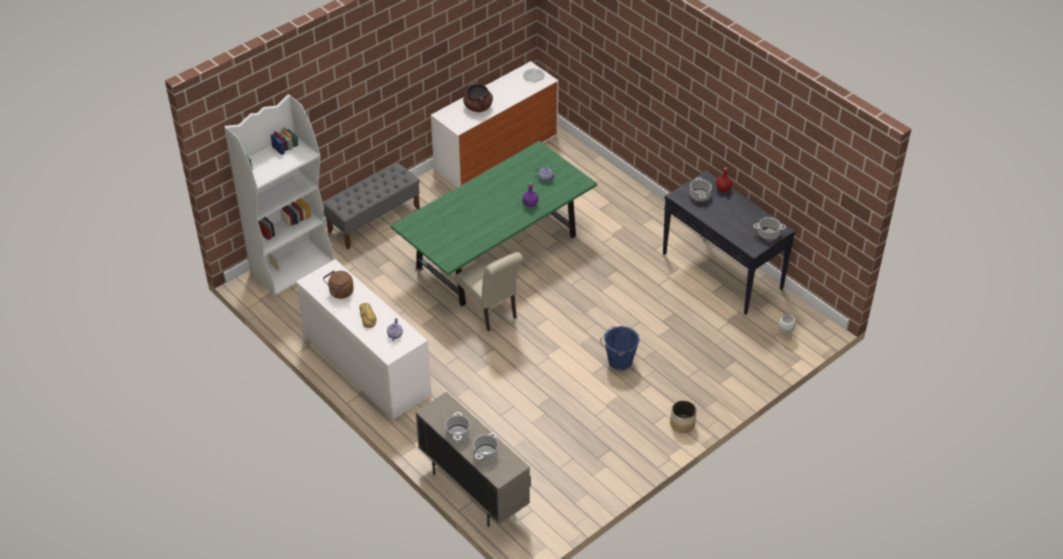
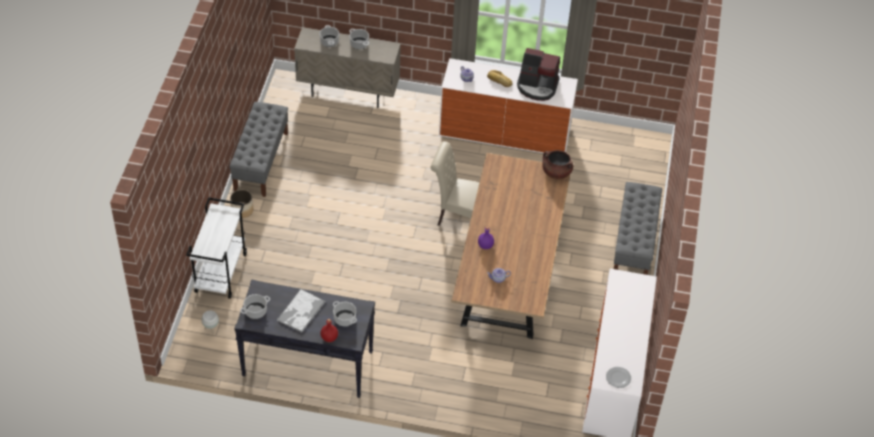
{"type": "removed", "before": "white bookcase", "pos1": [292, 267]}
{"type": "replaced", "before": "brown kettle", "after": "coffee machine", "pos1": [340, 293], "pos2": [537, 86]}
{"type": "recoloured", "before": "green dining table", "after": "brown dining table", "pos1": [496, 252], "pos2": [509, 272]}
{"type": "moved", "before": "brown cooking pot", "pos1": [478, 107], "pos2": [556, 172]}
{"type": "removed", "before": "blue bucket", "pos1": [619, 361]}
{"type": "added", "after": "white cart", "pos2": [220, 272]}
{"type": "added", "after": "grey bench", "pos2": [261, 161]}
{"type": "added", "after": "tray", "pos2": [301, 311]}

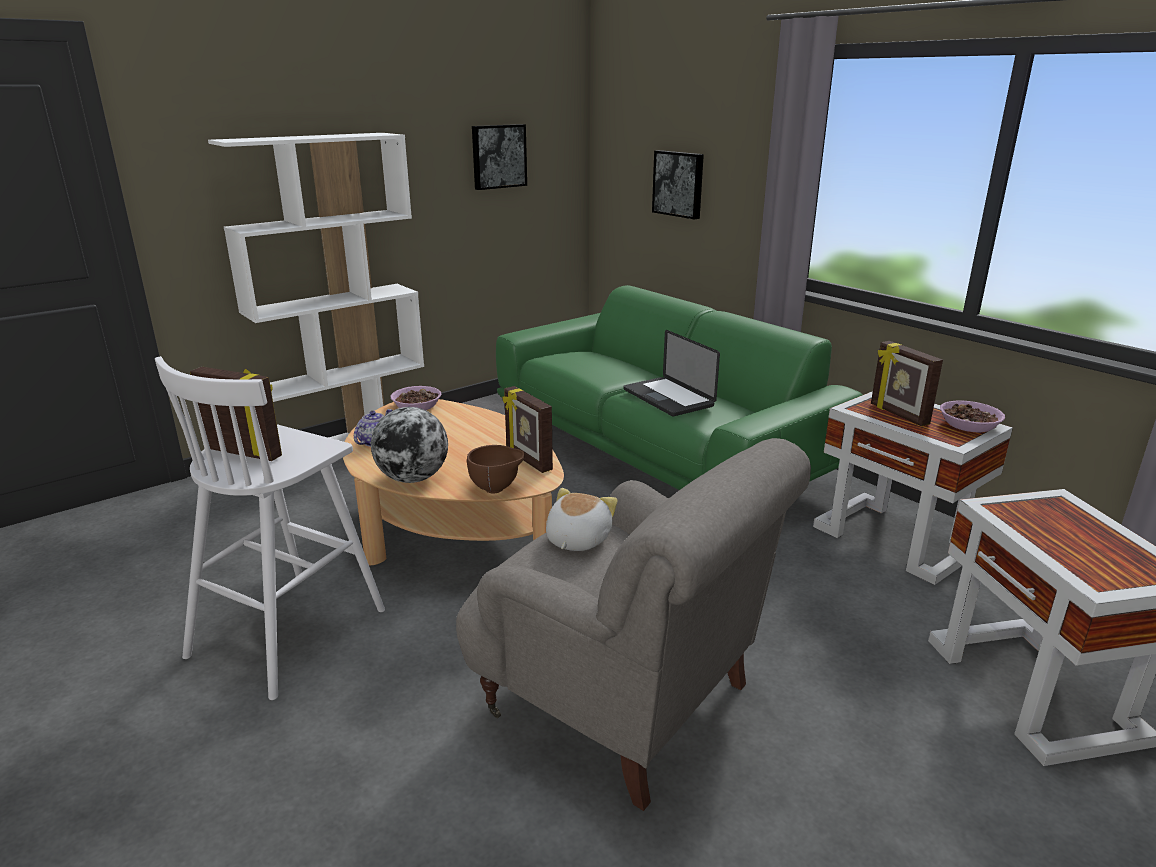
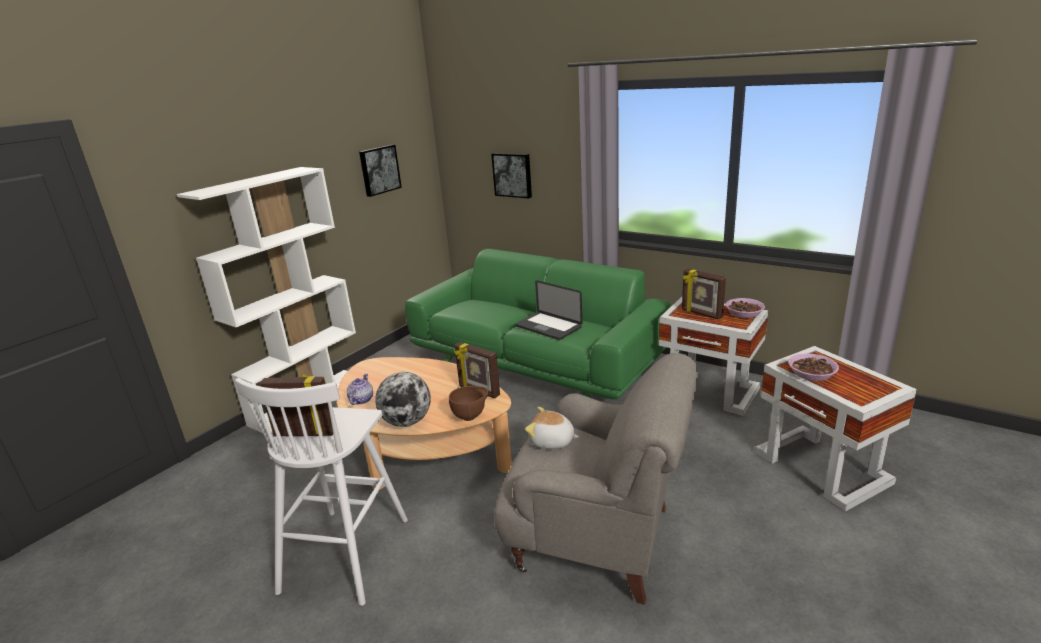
{"type": "moved", "before": "bowl", "pos1": [417, 406], "pos2": [811, 373]}
{"type": "turned", "before": "plush toy", "pos1": [576, 540], "pos2": [552, 441], "turn": -75}

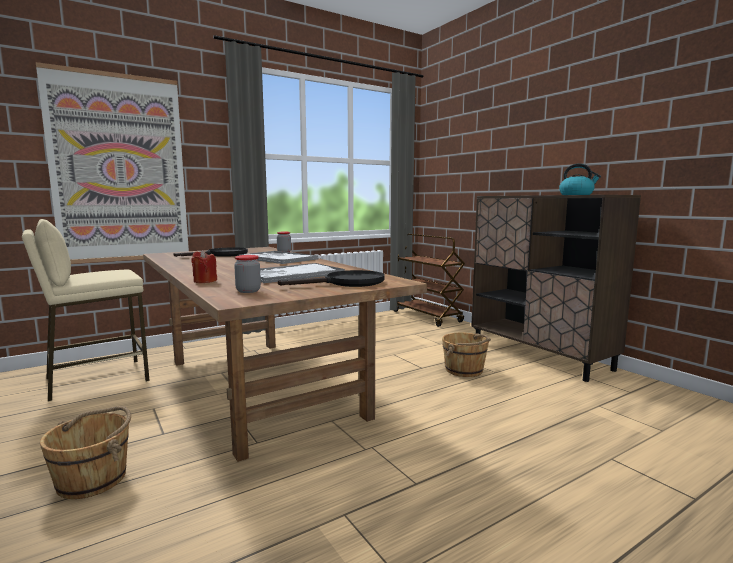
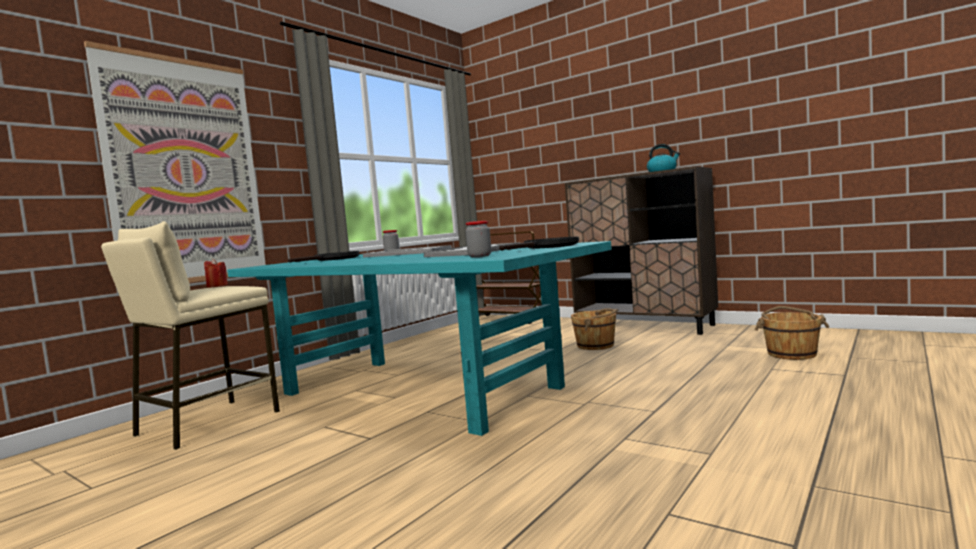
{"type": "moved", "before": "brown bucket", "pos1": [93, 479], "pos2": [791, 353]}
{"type": "recoloured", "before": "brown dining table", "after": "turquoise dining table", "pos1": [260, 387], "pos2": [419, 391]}
{"type": "moved", "before": "red candle", "pos1": [205, 281], "pos2": [217, 286]}

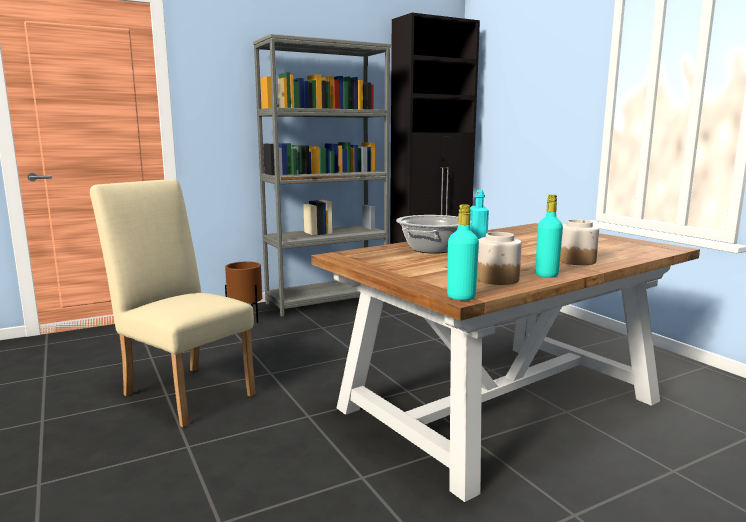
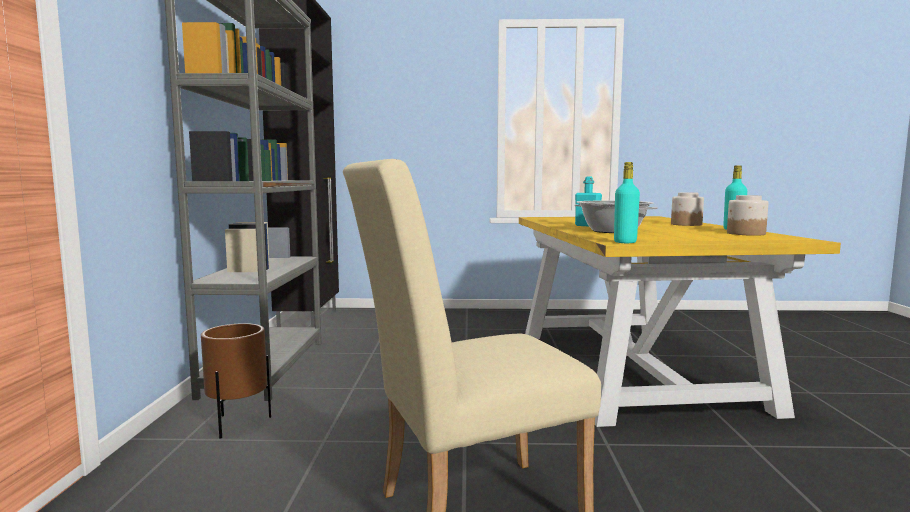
{"type": "recoloured", "before": "brown dining table", "after": "yellow dining table", "pos1": [501, 404], "pos2": [630, 367]}
{"type": "moved", "before": "turquoise bottle", "pos1": [461, 297], "pos2": [625, 242]}

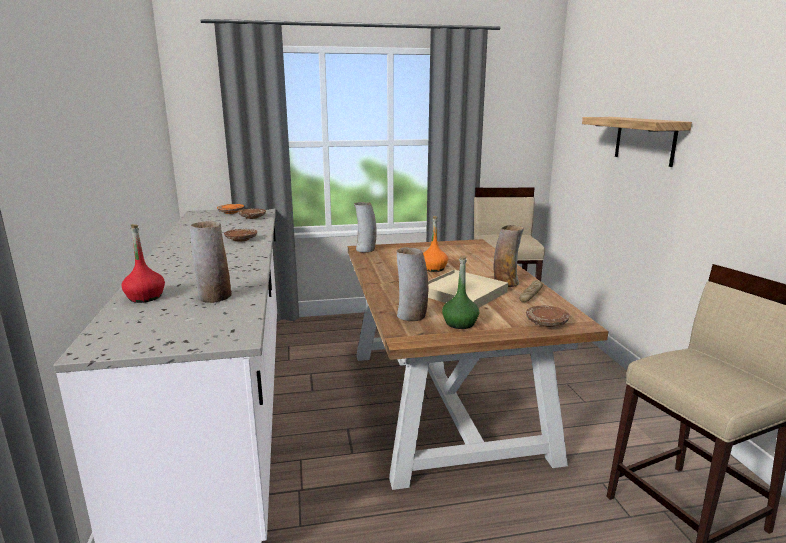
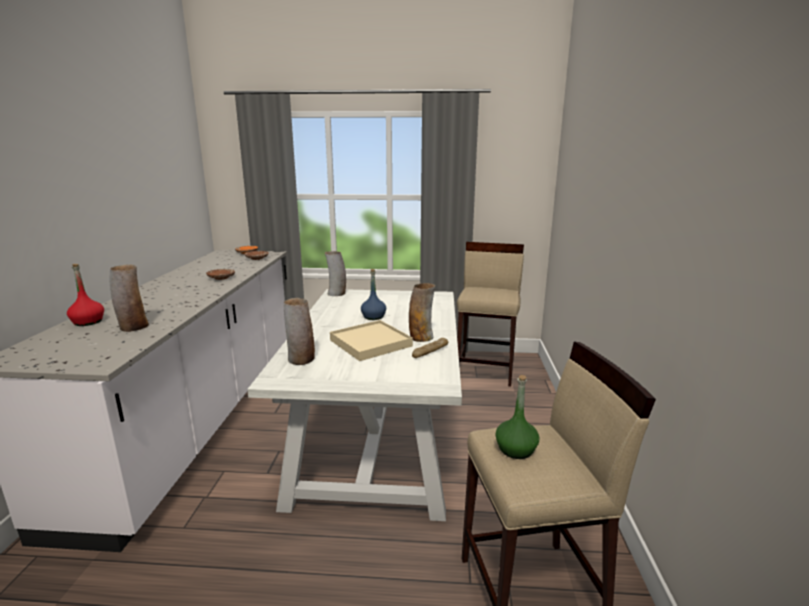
{"type": "recoloured", "before": "brown dining table", "after": "white dining table", "pos1": [442, 400], "pos2": [376, 438]}
{"type": "recoloured", "before": "orange bottle", "after": "blue bottle", "pos1": [433, 268], "pos2": [373, 317]}
{"type": "moved", "before": "green bottle", "pos1": [460, 323], "pos2": [516, 449]}
{"type": "removed", "before": "brown plate", "pos1": [546, 323]}
{"type": "removed", "before": "shelf", "pos1": [645, 140]}

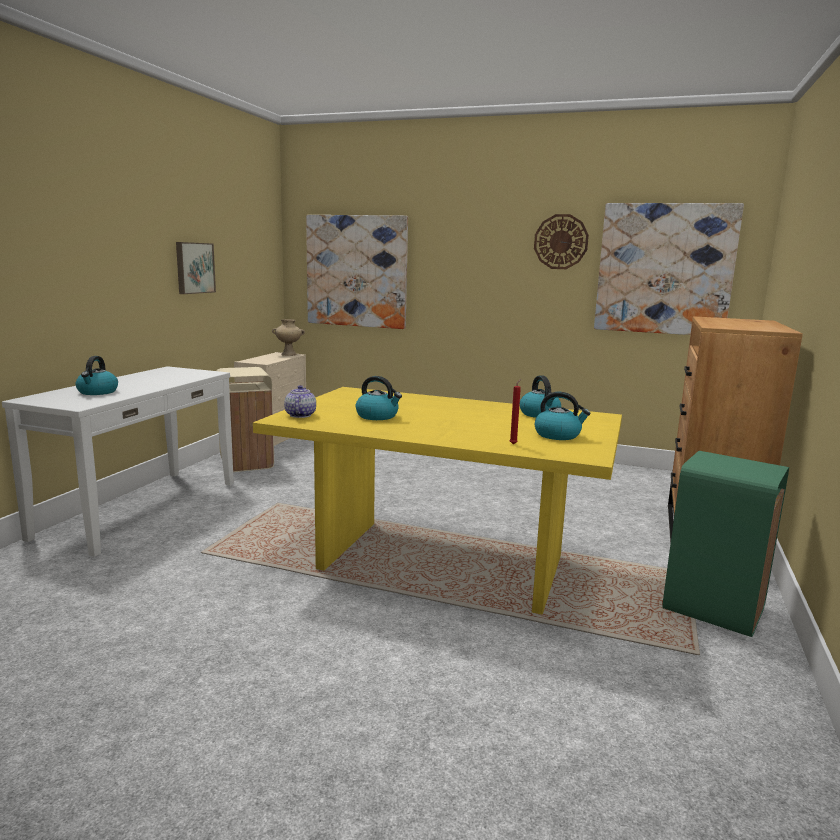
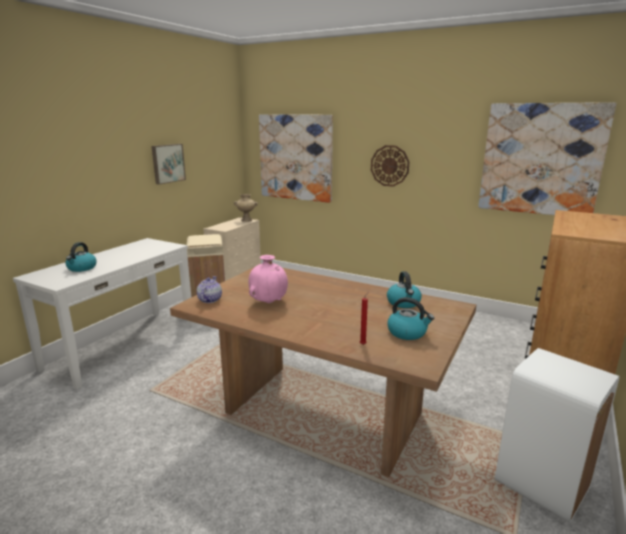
{"type": "recoloured", "before": "yellow dining table", "after": "brown dining table", "pos1": [440, 563], "pos2": [322, 413]}
{"type": "replaced", "before": "kettle", "after": "pink vase", "pos1": [378, 416], "pos2": [269, 302]}
{"type": "moved", "before": "wall clock", "pos1": [561, 242], "pos2": [389, 166]}
{"type": "recoloured", "before": "green trash can", "after": "white trash can", "pos1": [713, 608], "pos2": [541, 483]}

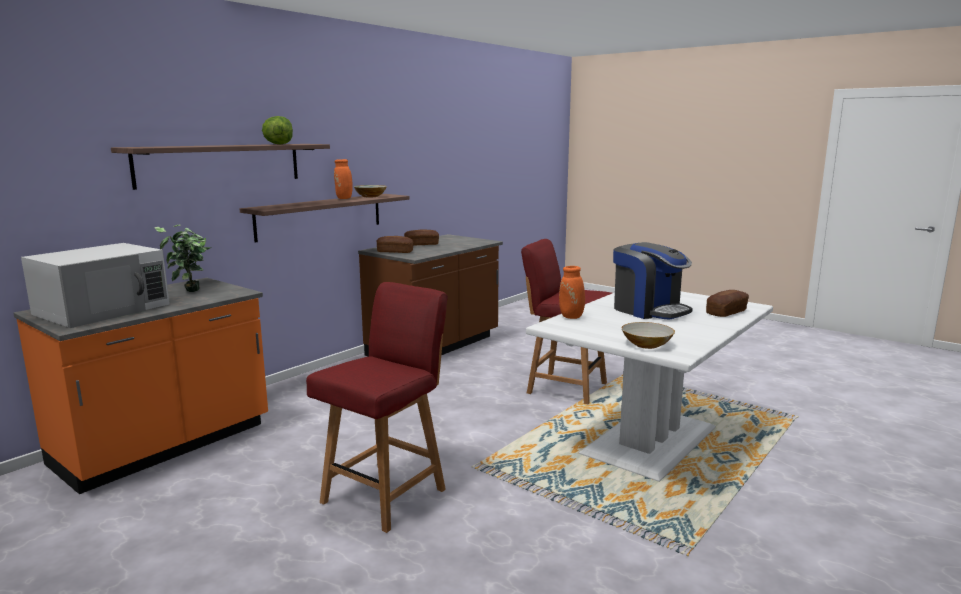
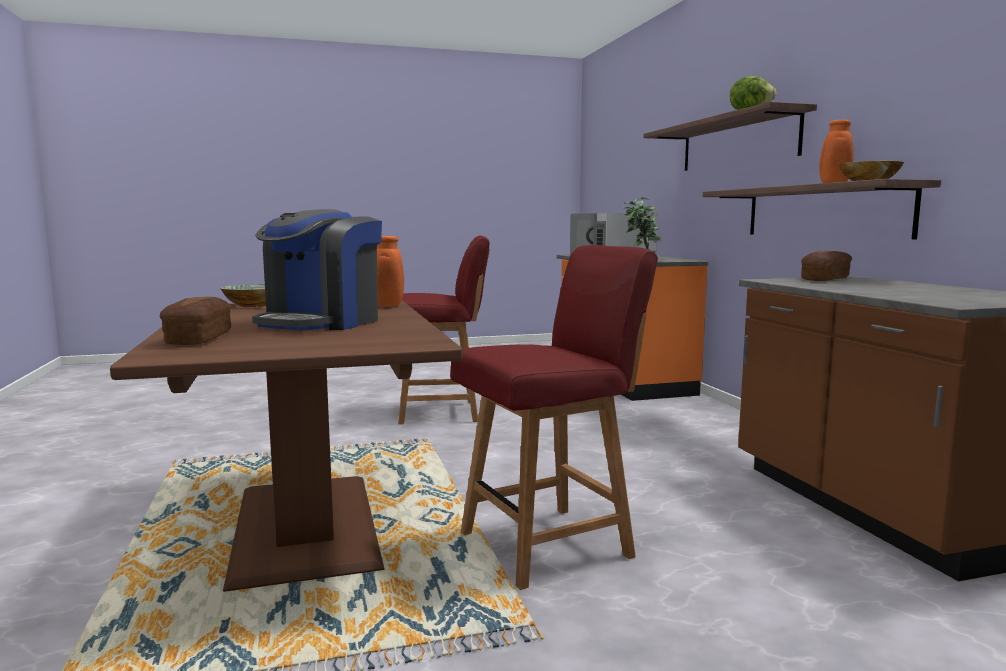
{"type": "turned", "before": "red chair", "pos1": [386, 494], "pos2": [441, 412], "turn": -75}
{"type": "removed", "before": "bread", "pos1": [421, 244]}
{"type": "recoloured", "before": "white dining table", "after": "brown dining table", "pos1": [648, 440], "pos2": [308, 526]}
{"type": "turned", "before": "coffee machine", "pos1": [649, 310], "pos2": [322, 323], "turn": -60}

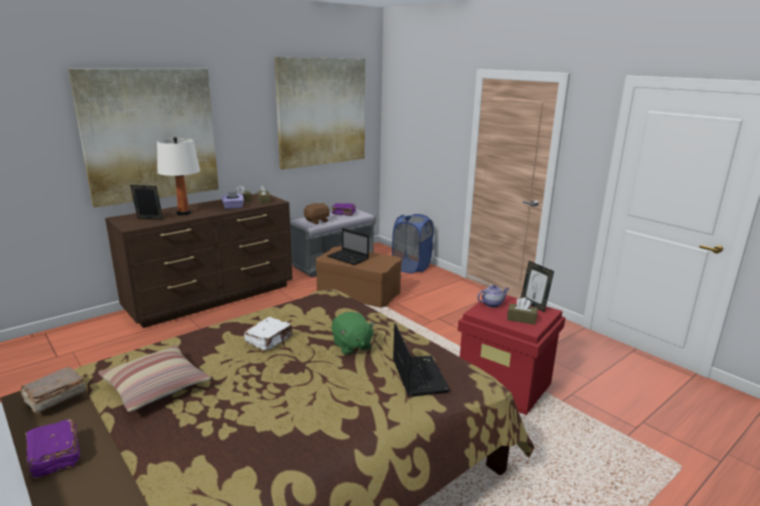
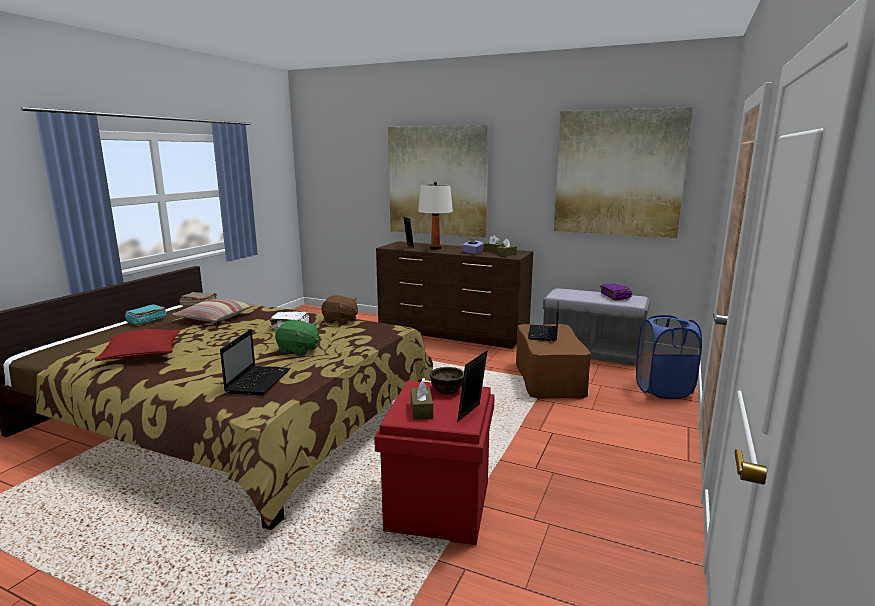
{"type": "recoloured", "before": "purple book", "after": "turquoise book", "pos1": [54, 457], "pos2": [146, 321]}
{"type": "moved", "before": "brown plush toy", "pos1": [317, 221], "pos2": [340, 321]}
{"type": "turned", "before": "green plush toy", "pos1": [351, 346], "pos2": [298, 350], "turn": -105}
{"type": "turned", "before": "laptop", "pos1": [418, 375], "pos2": [259, 380], "turn": -45}
{"type": "replaced", "before": "teapot", "after": "brown bowl", "pos1": [492, 304], "pos2": [447, 390]}
{"type": "added", "after": "red pillow", "pos2": [142, 354]}

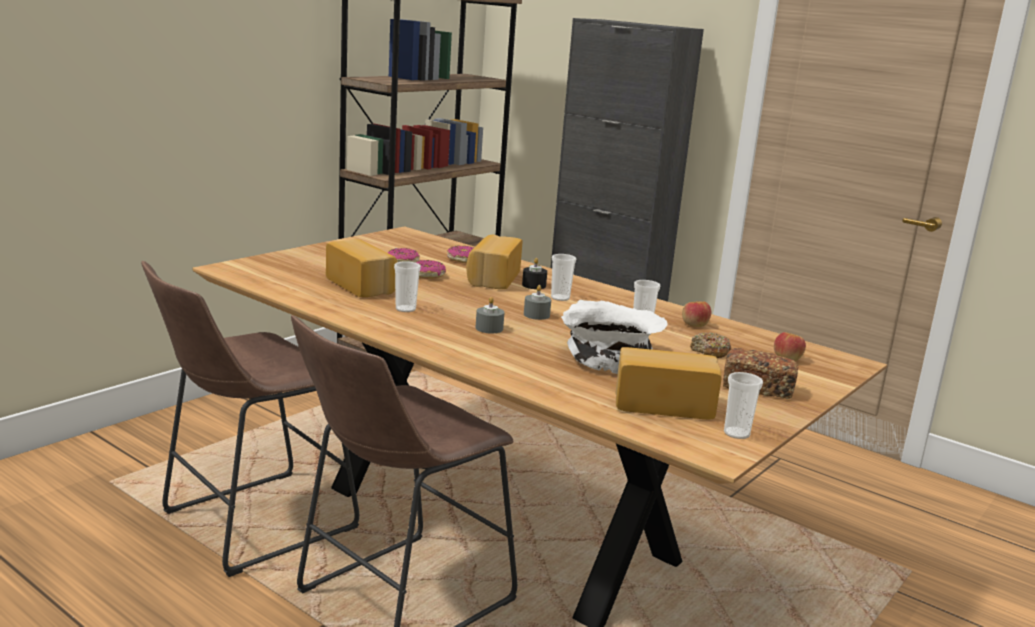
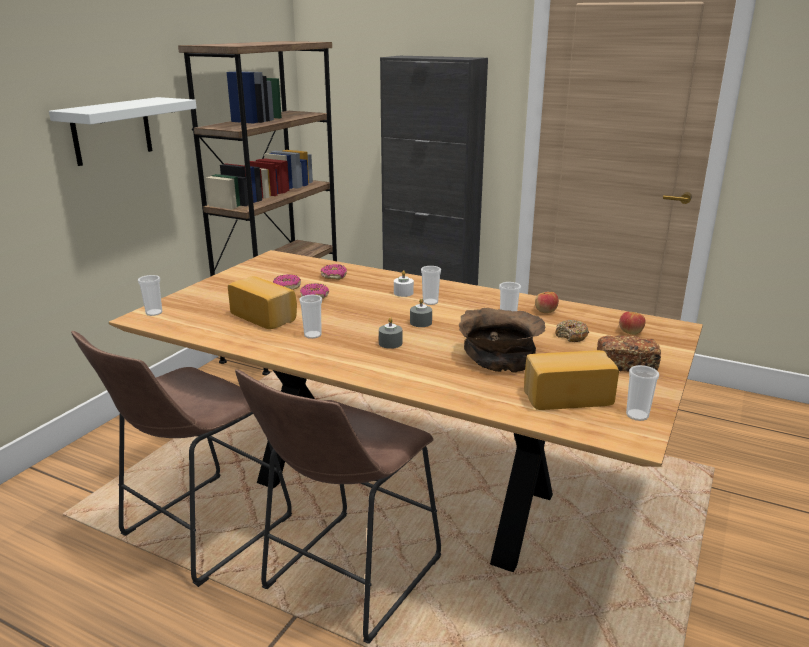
{"type": "removed", "before": "bread", "pos1": [492, 278]}
{"type": "recoloured", "before": "black candle", "after": "white candle", "pos1": [534, 285], "pos2": [403, 293]}
{"type": "recoloured", "before": "white bowl", "after": "brown bowl", "pos1": [610, 357], "pos2": [500, 355]}
{"type": "added", "after": "white shelf", "pos2": [112, 131]}
{"type": "added", "after": "cup", "pos2": [154, 313]}

